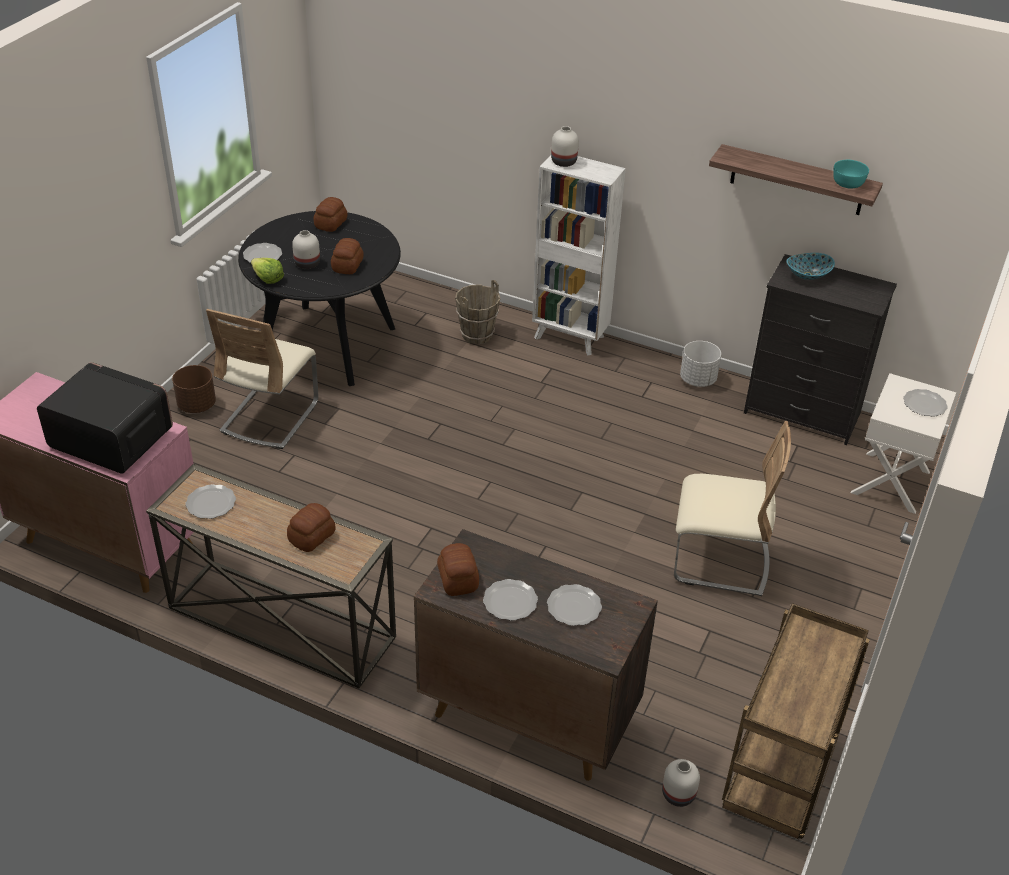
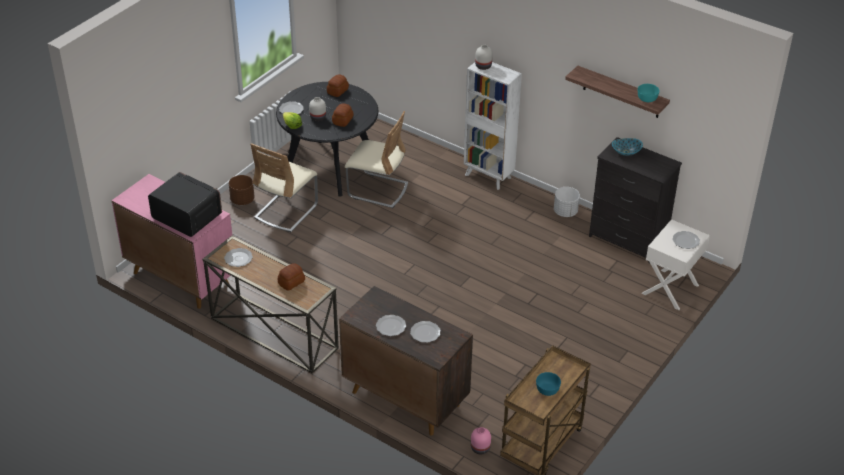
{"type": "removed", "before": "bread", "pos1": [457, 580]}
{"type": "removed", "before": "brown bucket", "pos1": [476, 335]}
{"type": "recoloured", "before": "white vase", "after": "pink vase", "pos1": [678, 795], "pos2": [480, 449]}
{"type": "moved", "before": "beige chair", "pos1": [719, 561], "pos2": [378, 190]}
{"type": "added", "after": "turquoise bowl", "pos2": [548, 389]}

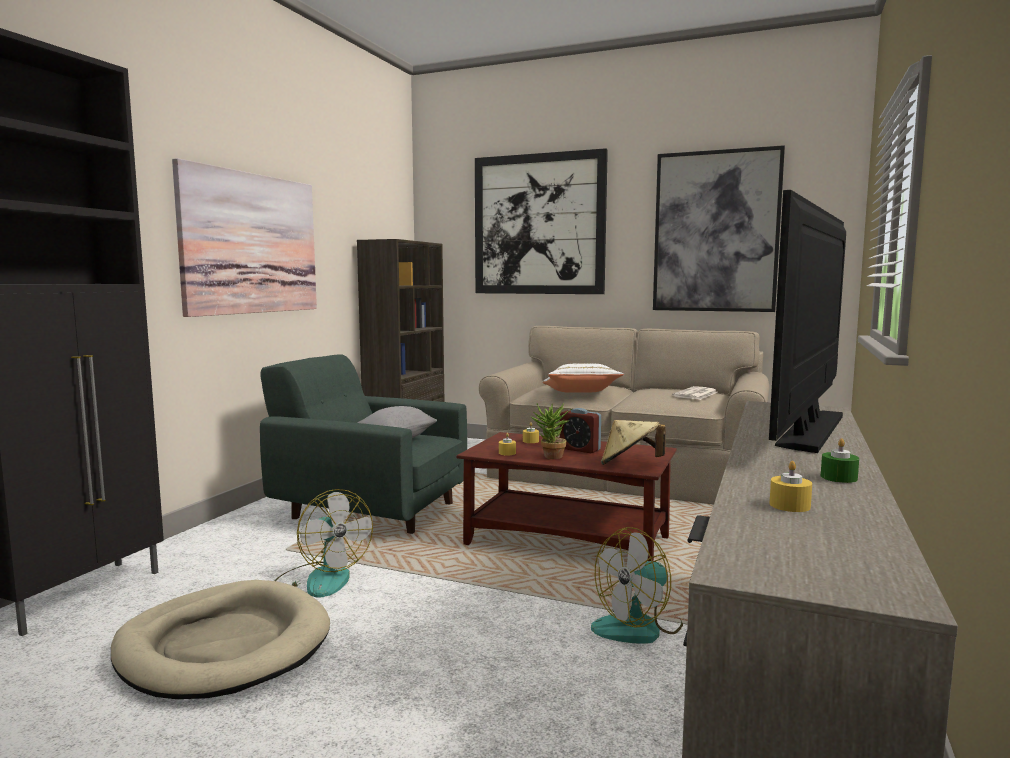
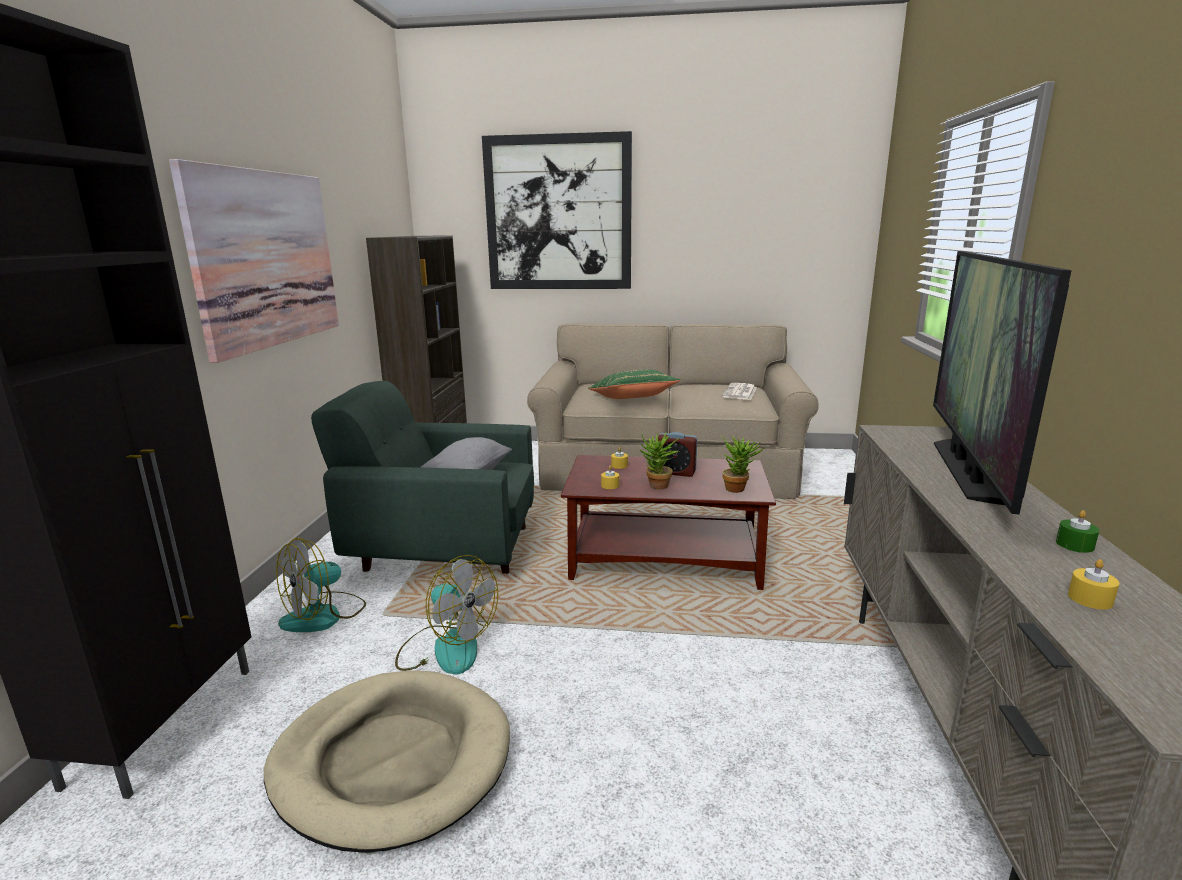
{"type": "recoloured", "before": "white pillow", "after": "green pillow", "pos1": [581, 393], "pos2": [632, 399]}
{"type": "moved", "before": "fan", "pos1": [638, 627], "pos2": [324, 615]}
{"type": "replaced", "before": "beige hat", "after": "potted plant", "pos1": [630, 464], "pos2": [738, 488]}
{"type": "removed", "before": "picture", "pos1": [716, 232]}

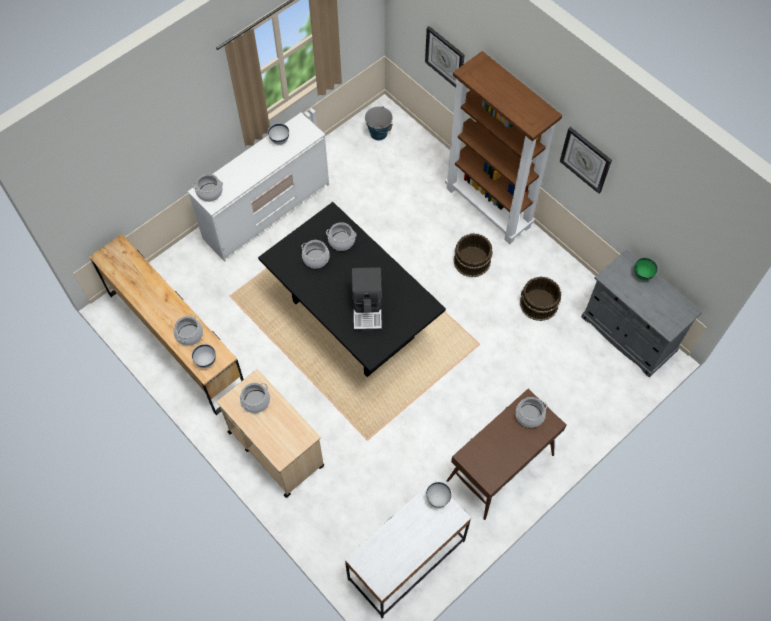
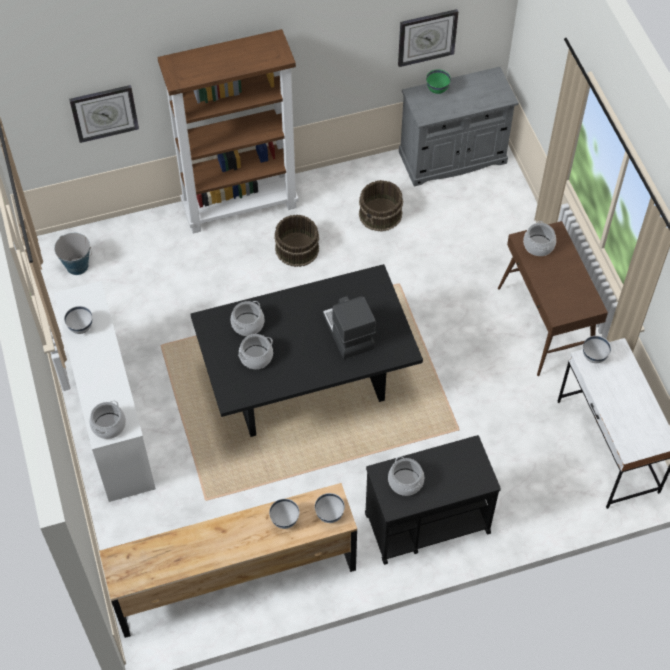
{"type": "replaced", "before": "cooking pot", "after": "white bowl", "pos1": [189, 335], "pos2": [285, 521]}
{"type": "recoloured", "before": "beige cart", "after": "black cart", "pos1": [275, 448], "pos2": [426, 523]}
{"type": "turned", "before": "coffee machine", "pos1": [368, 309], "pos2": [347, 332], "turn": -135}
{"type": "moved", "before": "wall clock", "pos1": [586, 159], "pos2": [427, 37]}

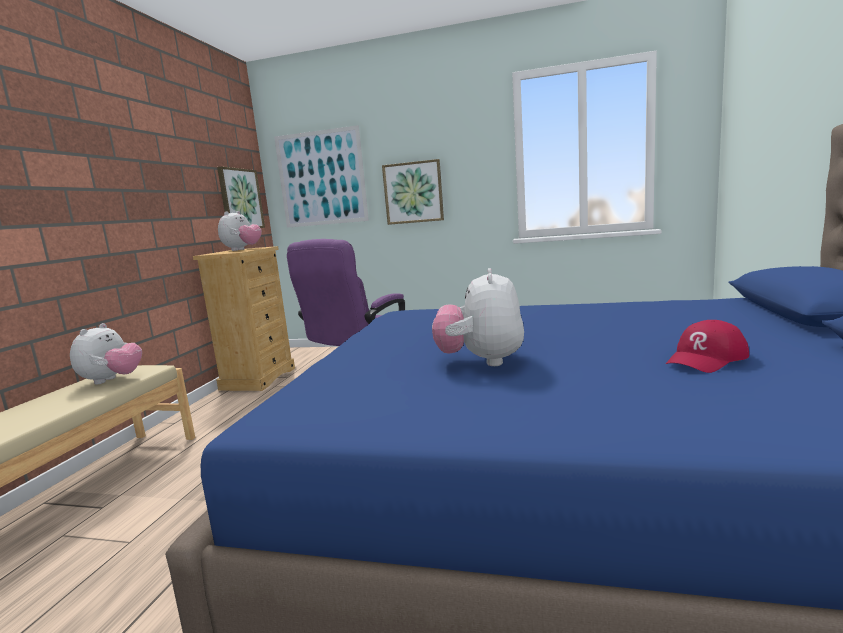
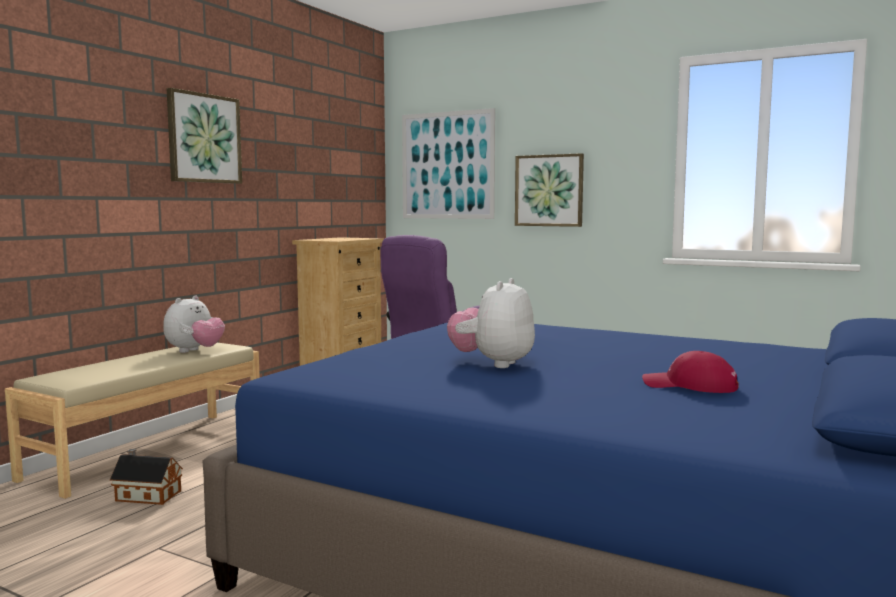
{"type": "moved", "before": "picture", "pos1": [240, 199], "pos2": [204, 138]}
{"type": "removed", "before": "plush toy", "pos1": [242, 249]}
{"type": "turned", "before": "red cap", "pos1": [706, 359], "pos2": [689, 386], "turn": 45}
{"type": "added", "after": "toy house", "pos2": [146, 495]}

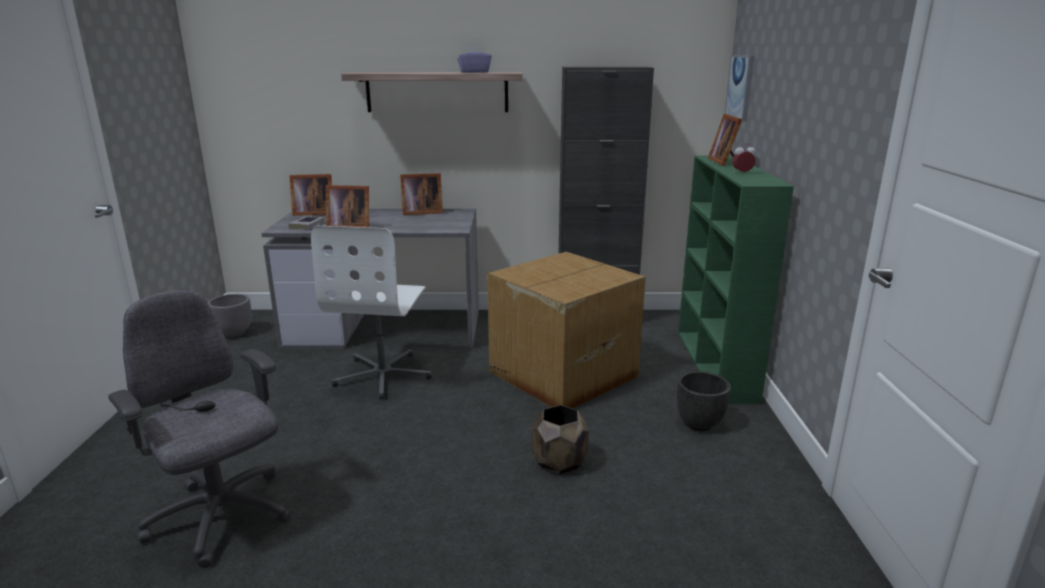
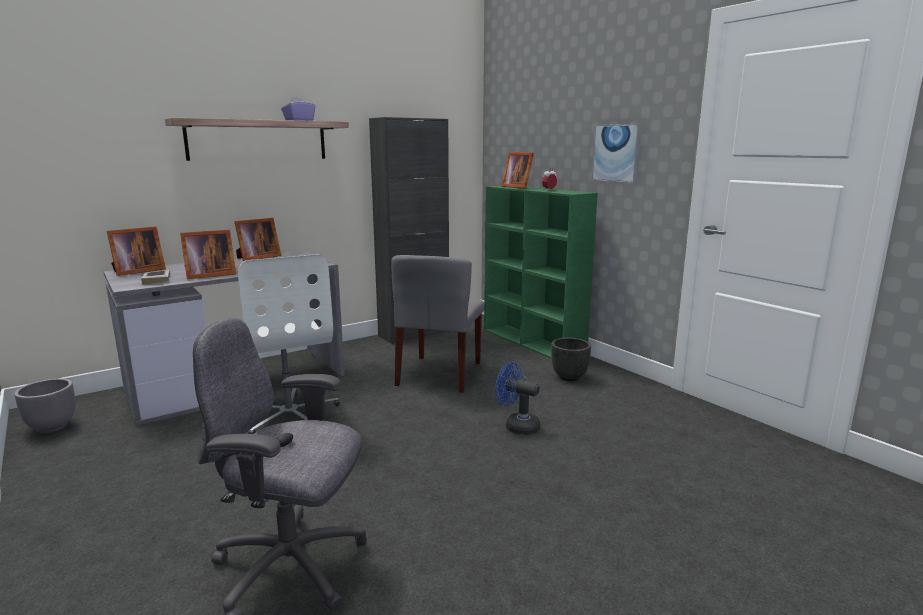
{"type": "replaced", "before": "cardboard box", "after": "grey chair", "pos1": [560, 374], "pos2": [440, 374]}
{"type": "replaced", "before": "brown planter", "after": "blue fan", "pos1": [558, 462], "pos2": [517, 426]}
{"type": "moved", "before": "picture", "pos1": [740, 87], "pos2": [616, 153]}

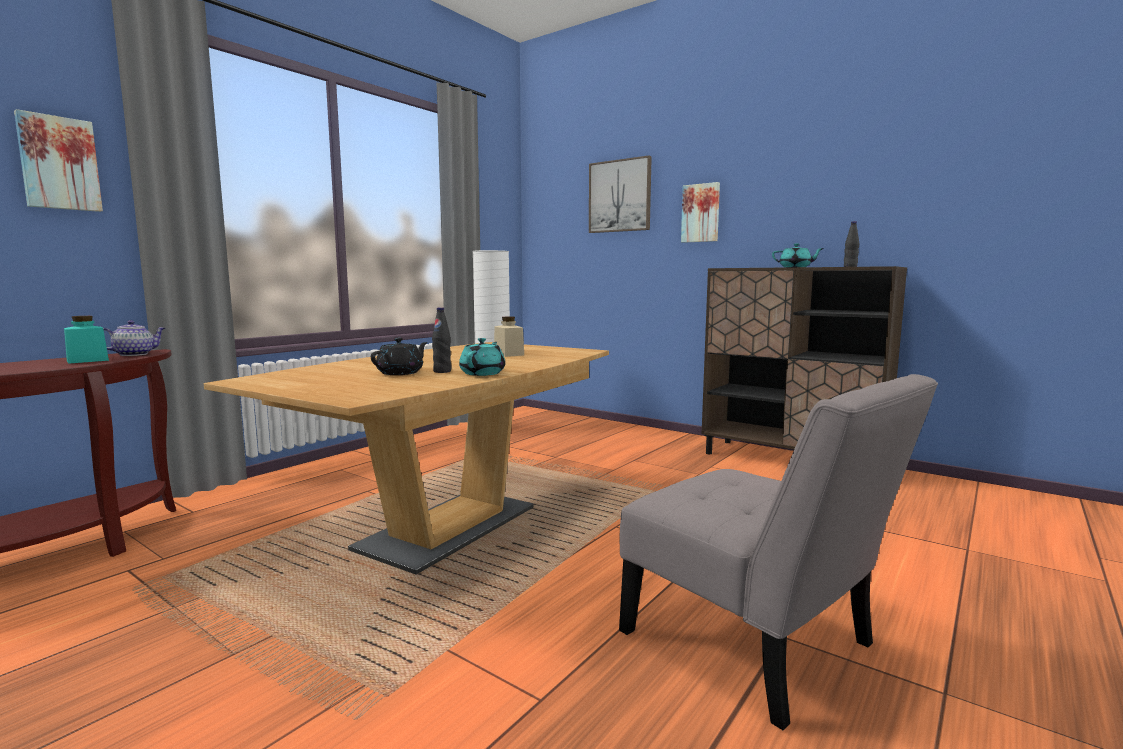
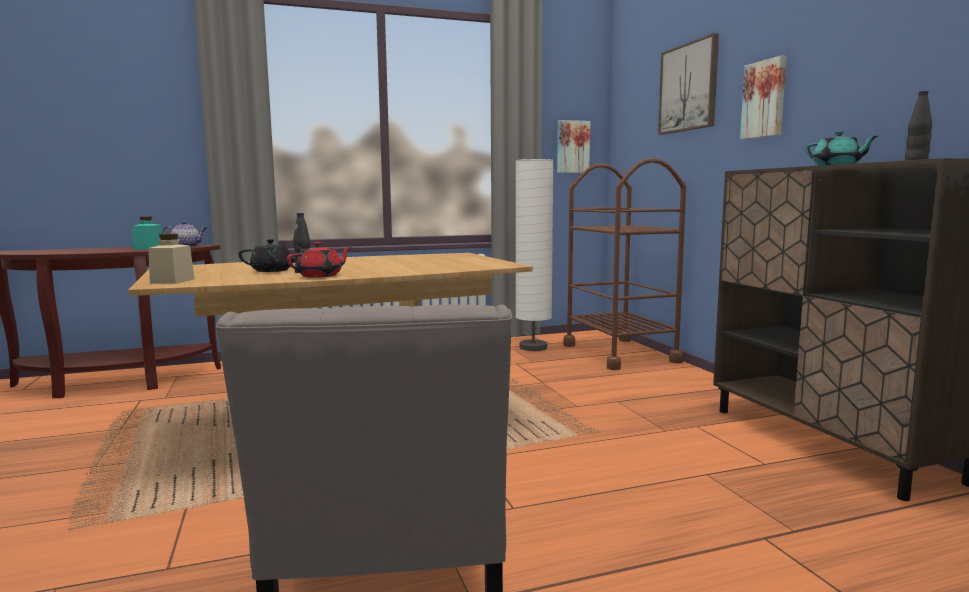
{"type": "moved", "before": "picture", "pos1": [59, 163], "pos2": [572, 147]}
{"type": "recoloured", "before": "turquoise teapot", "after": "red teapot", "pos1": [483, 373], "pos2": [321, 276]}
{"type": "moved", "before": "beige jar", "pos1": [508, 354], "pos2": [172, 281]}
{"type": "added", "after": "brown cart", "pos2": [620, 353]}

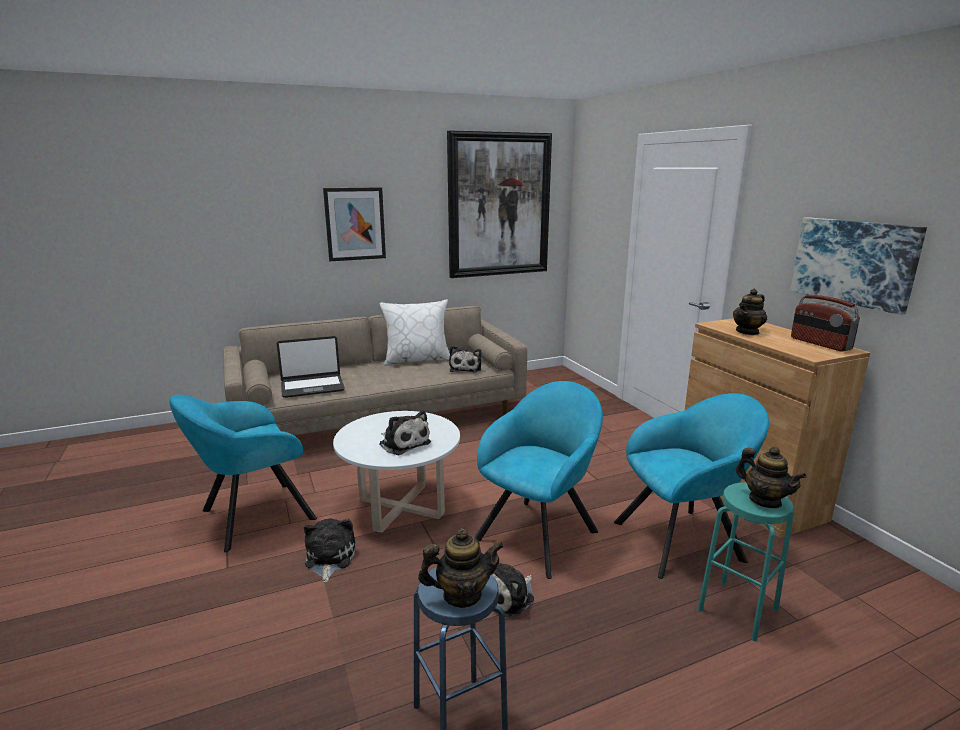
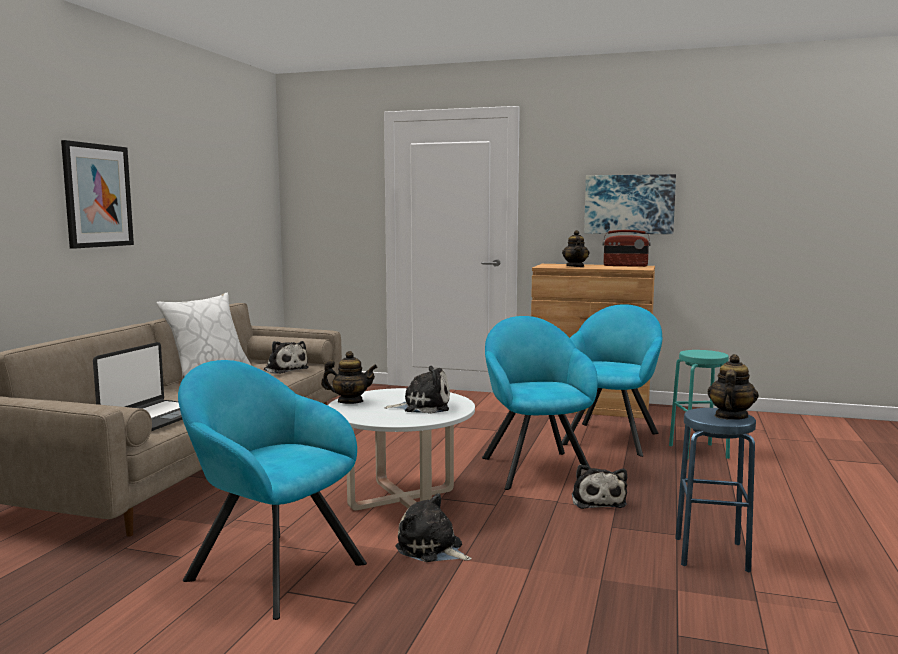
{"type": "turned", "before": "turquoise armchair", "pos1": [252, 516], "pos2": [270, 569], "turn": 120}
{"type": "removed", "before": "picture", "pos1": [499, 205]}
{"type": "moved", "before": "teapot", "pos1": [765, 501], "pos2": [350, 401]}

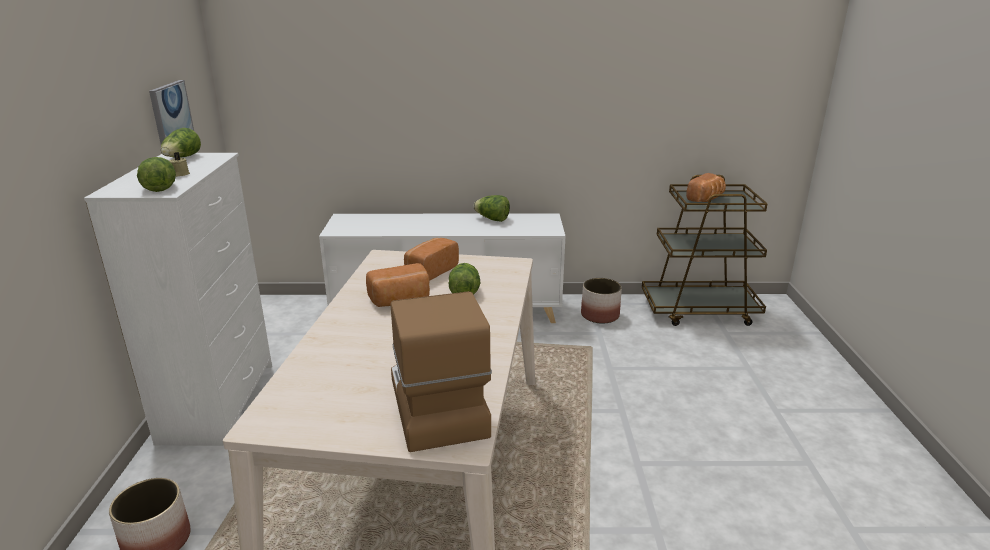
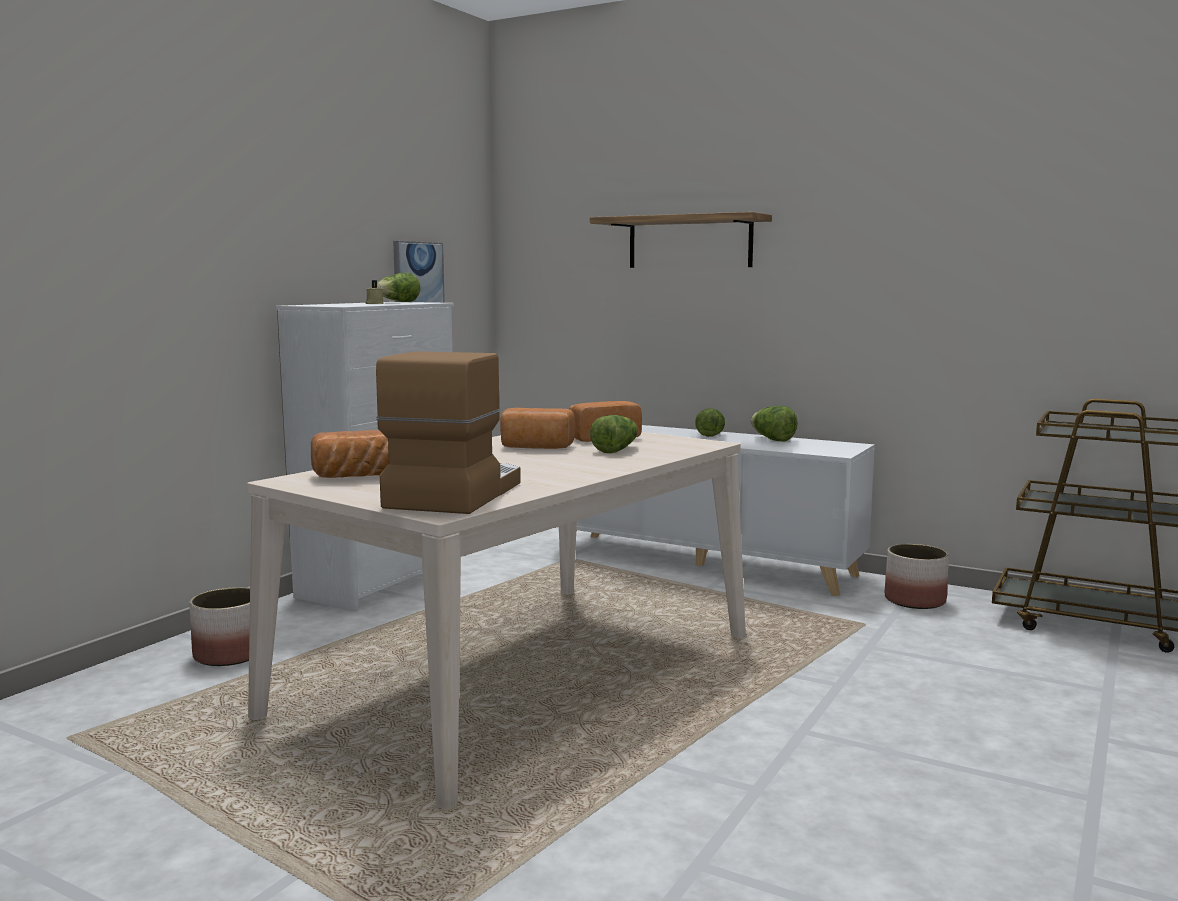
{"type": "moved", "before": "lettuce", "pos1": [159, 186], "pos2": [709, 434]}
{"type": "moved", "before": "bread", "pos1": [706, 199], "pos2": [356, 477]}
{"type": "added", "after": "shelf", "pos2": [689, 242]}

